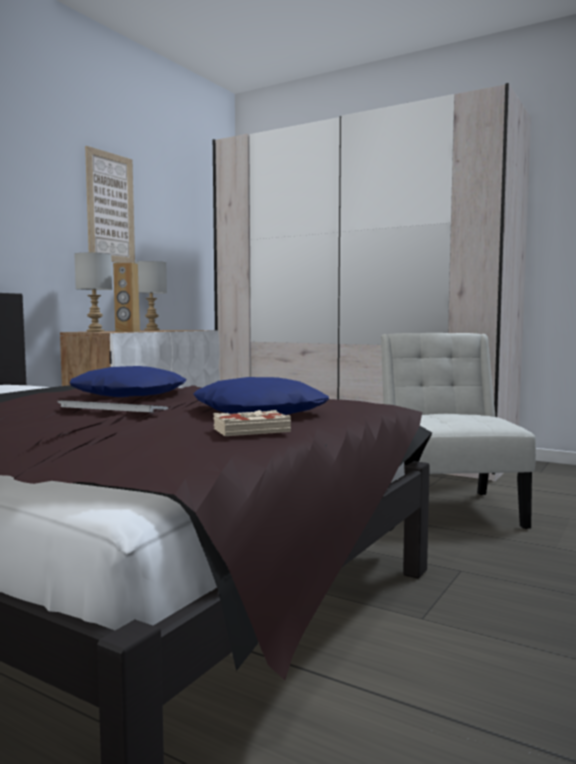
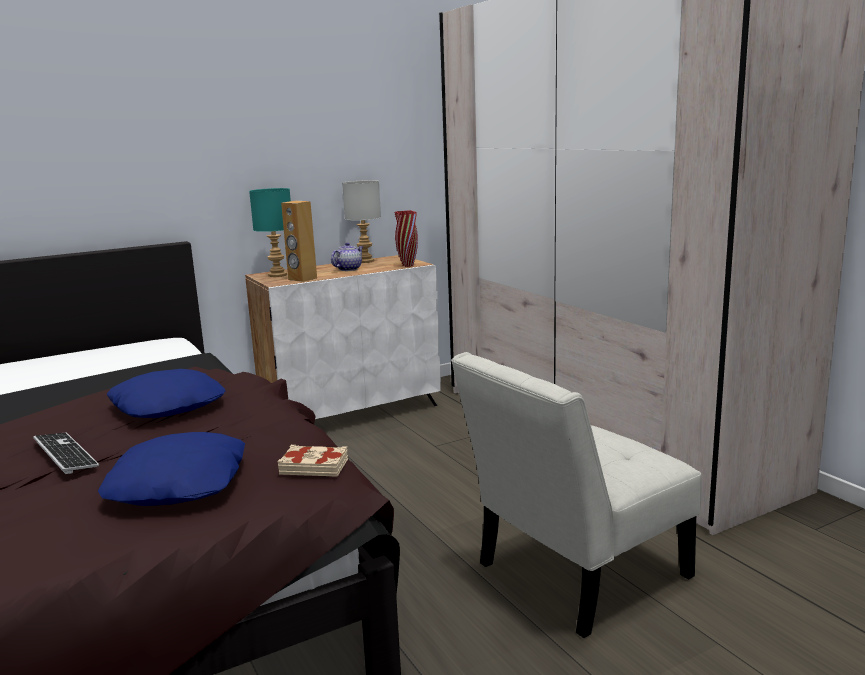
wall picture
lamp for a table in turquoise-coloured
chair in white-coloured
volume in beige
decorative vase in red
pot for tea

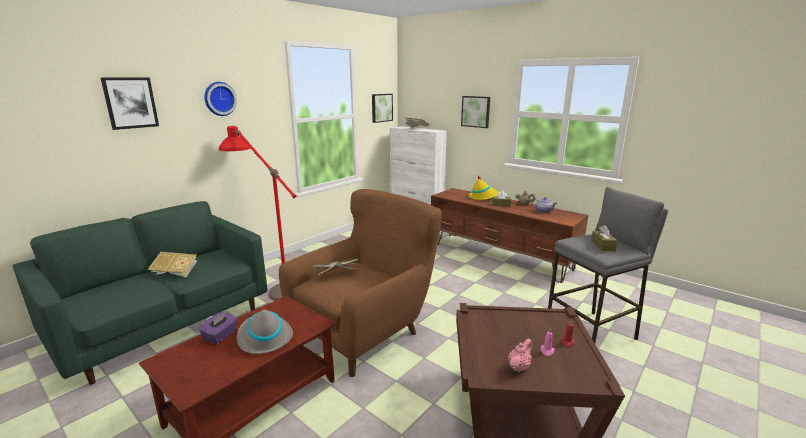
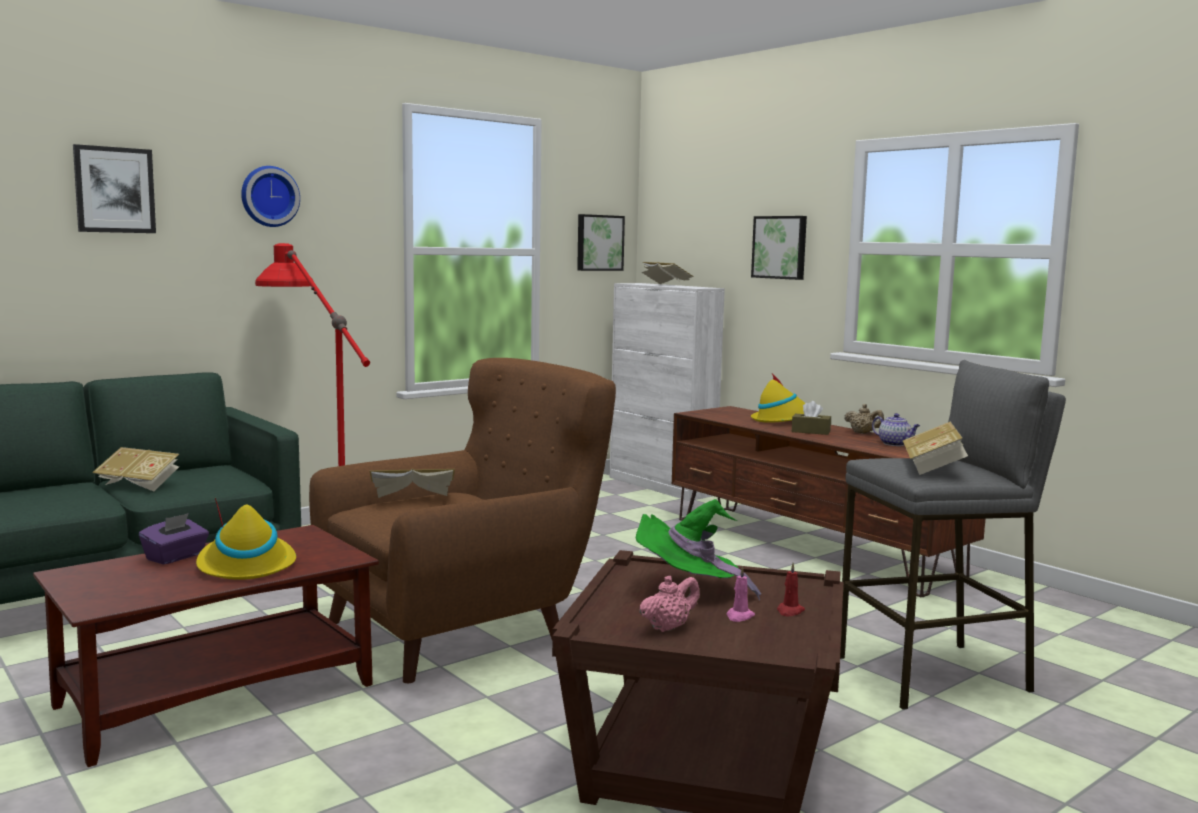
volume (no. 4 from left)
hat in yellow (no. 1 from left)
hat in greenish

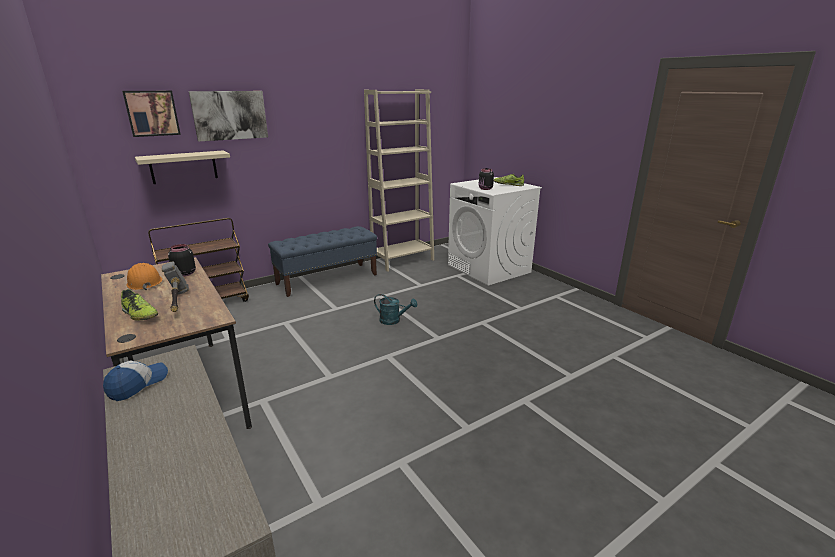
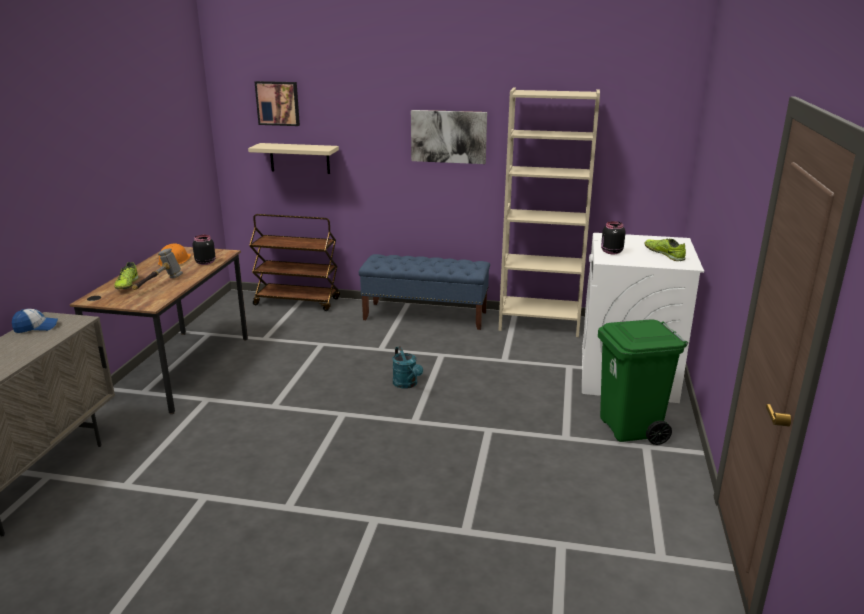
wall picture (no. 2 from left)
waste bin in greenish

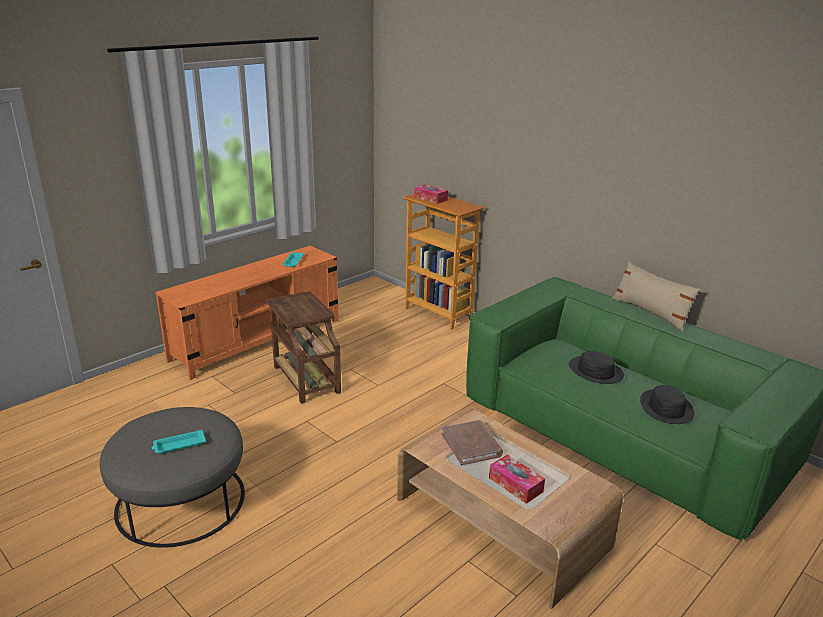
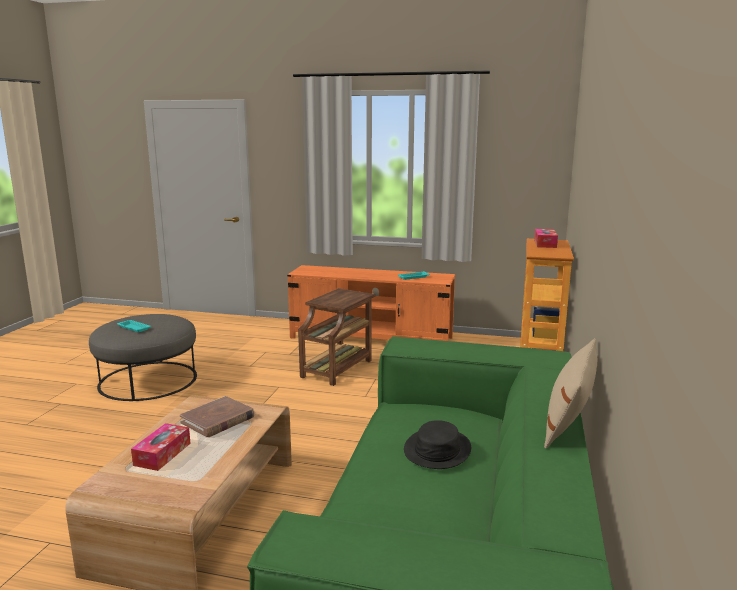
hat in black (no. 2 from left in the first image)

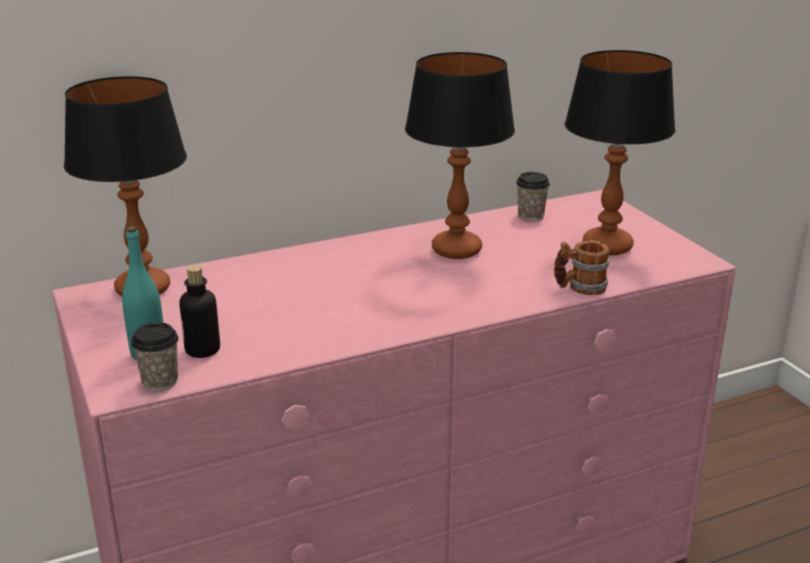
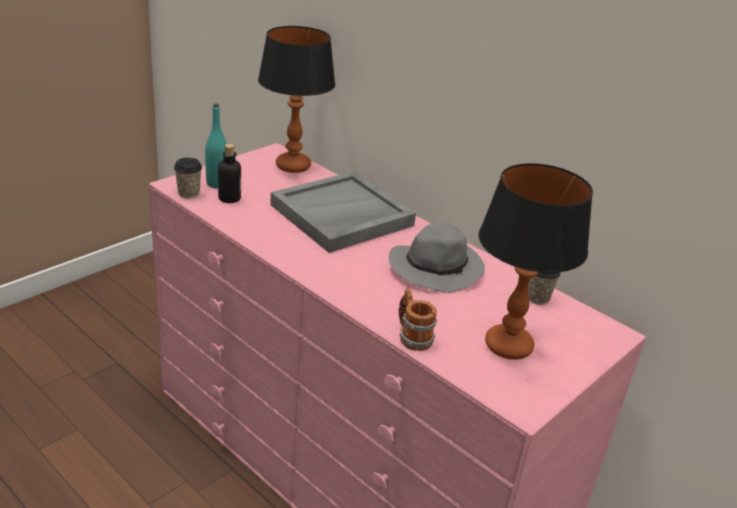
hat in gray
serving tray in gray

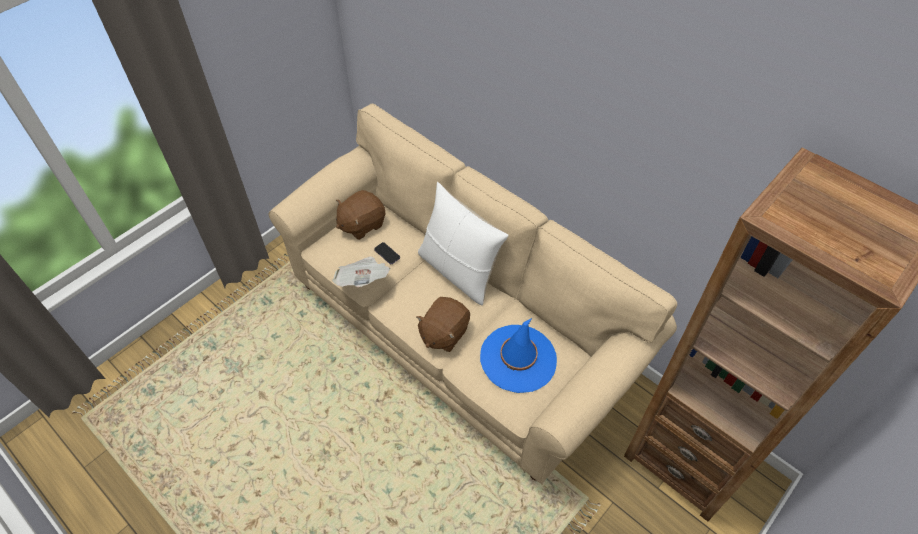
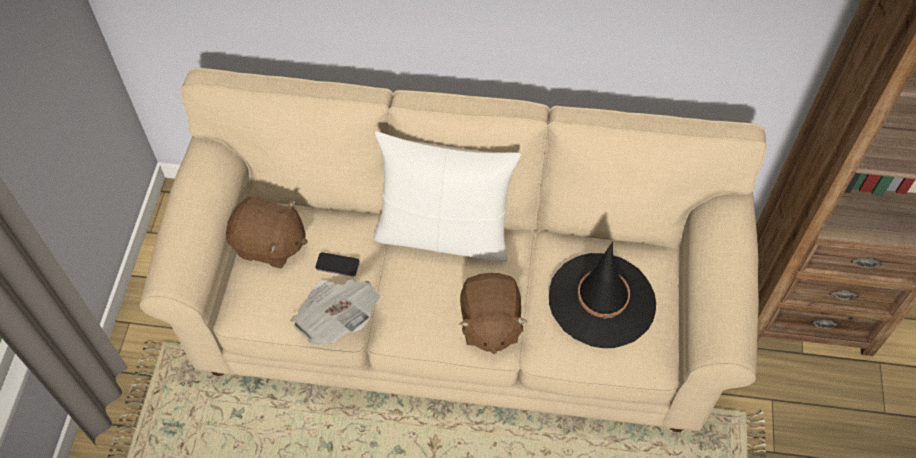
plush toy in brownish (no. 1 from left)
hat in black

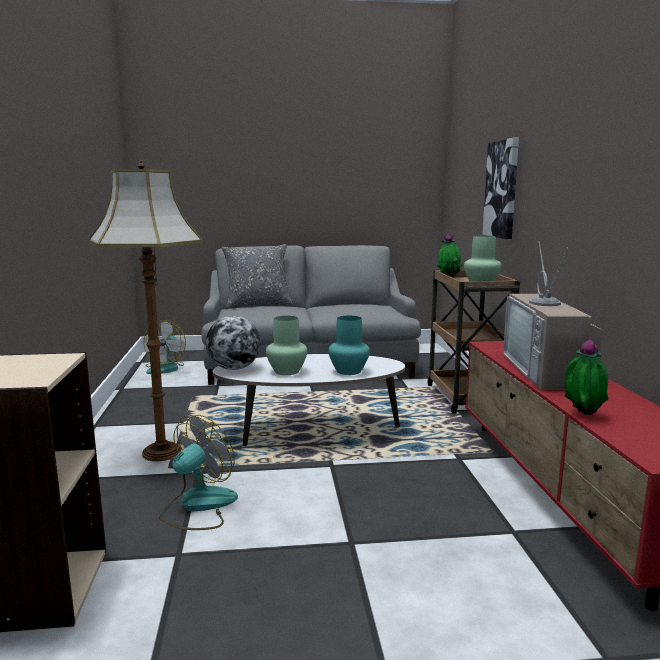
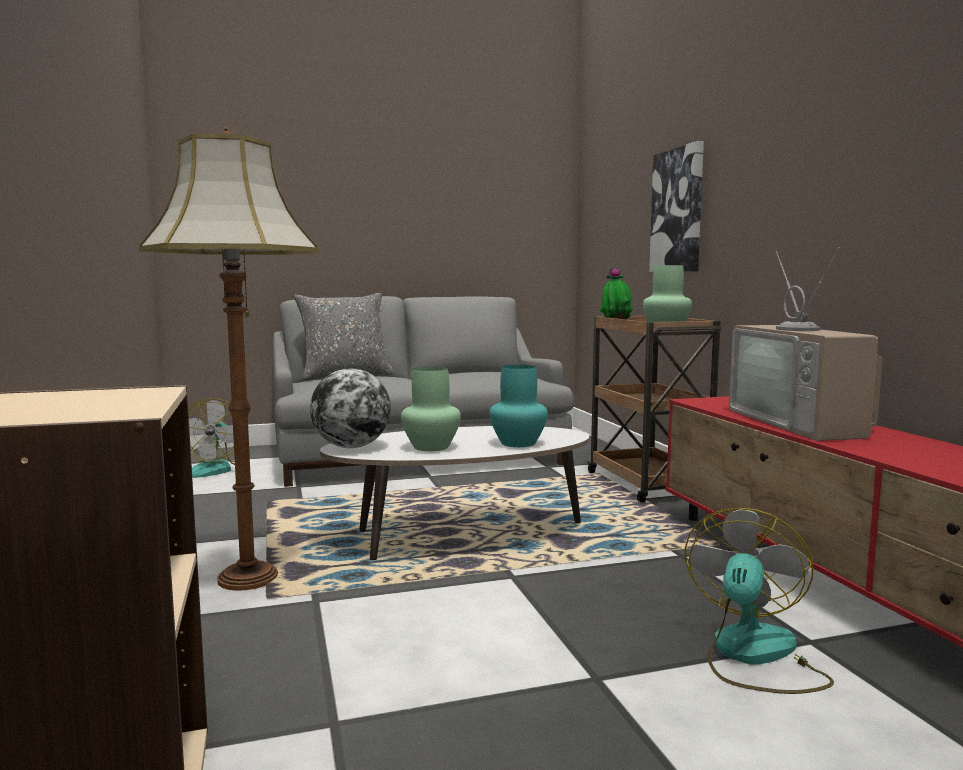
potted plant (no. 2 from left in the first image)
cooling fan (no. 2 from left)

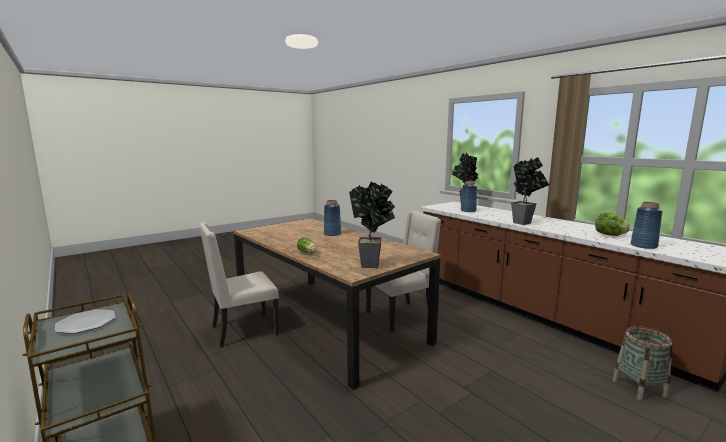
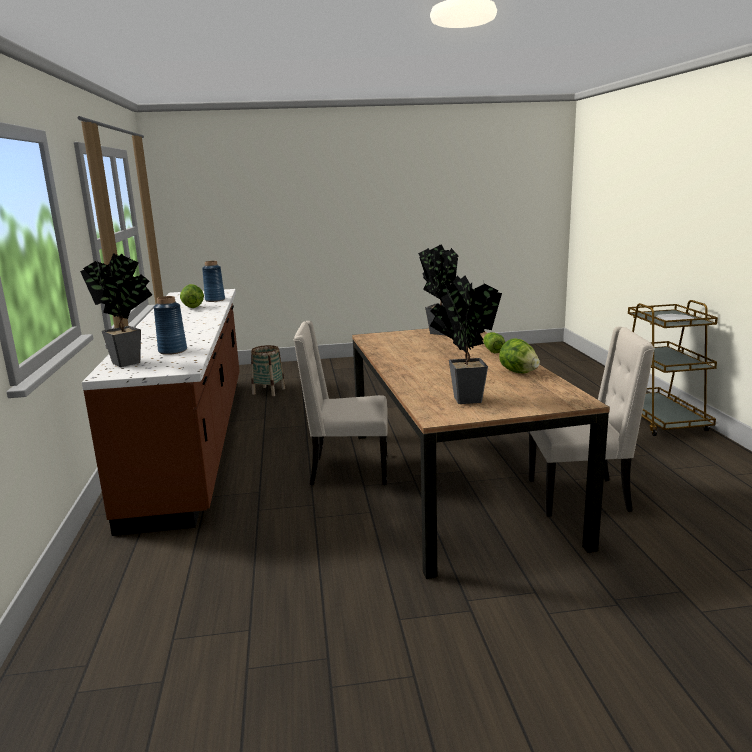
potted plant (no. 3 from left)
decorative vase in bluish (no. 1 from left in the first image)
head of lettuce (no. 3 from left)

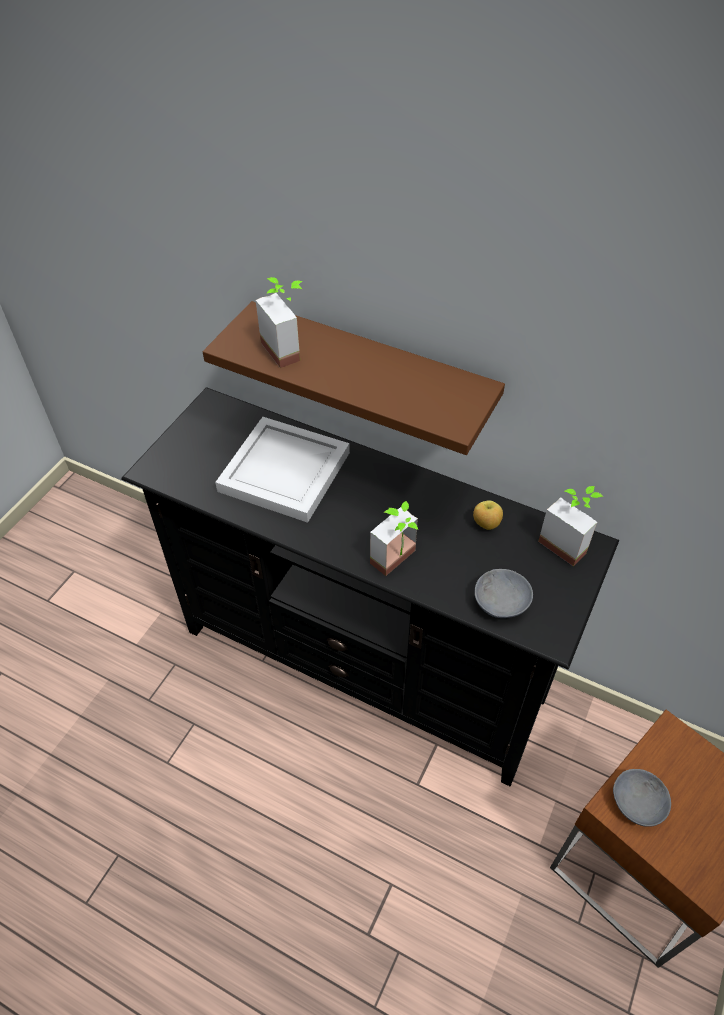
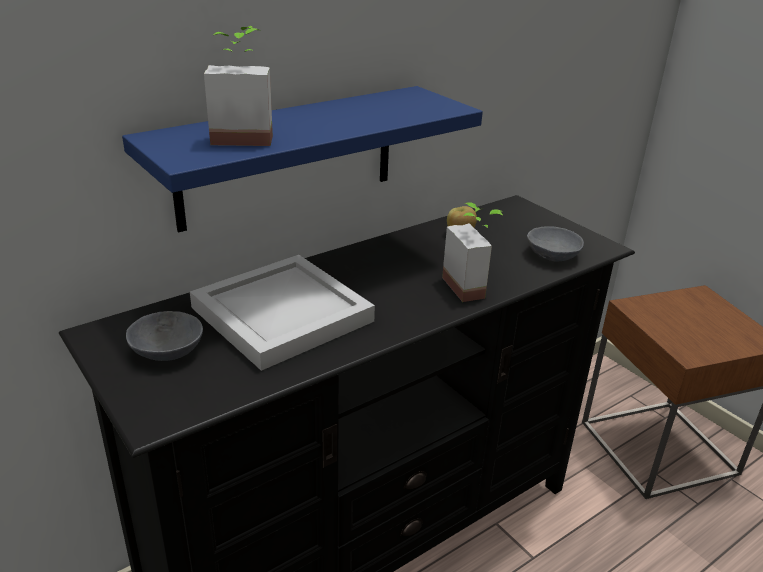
shelf in bluish
potted plant (no. 3 from left in the first image)
deep dish in gray (no. 1 from left)

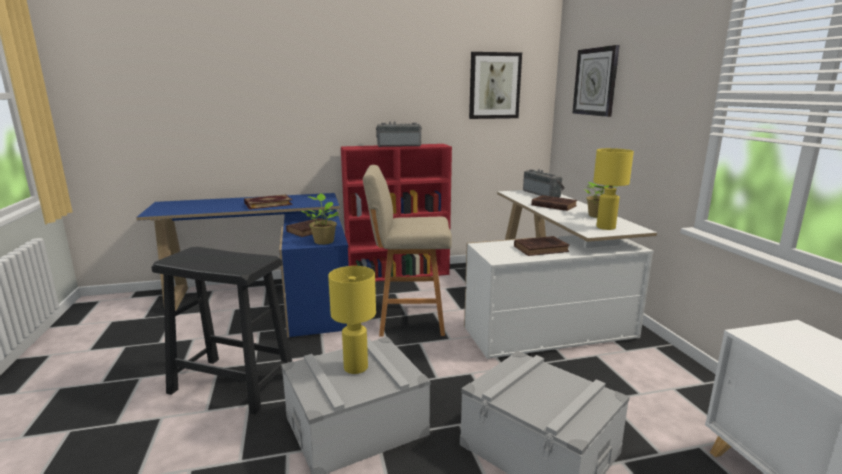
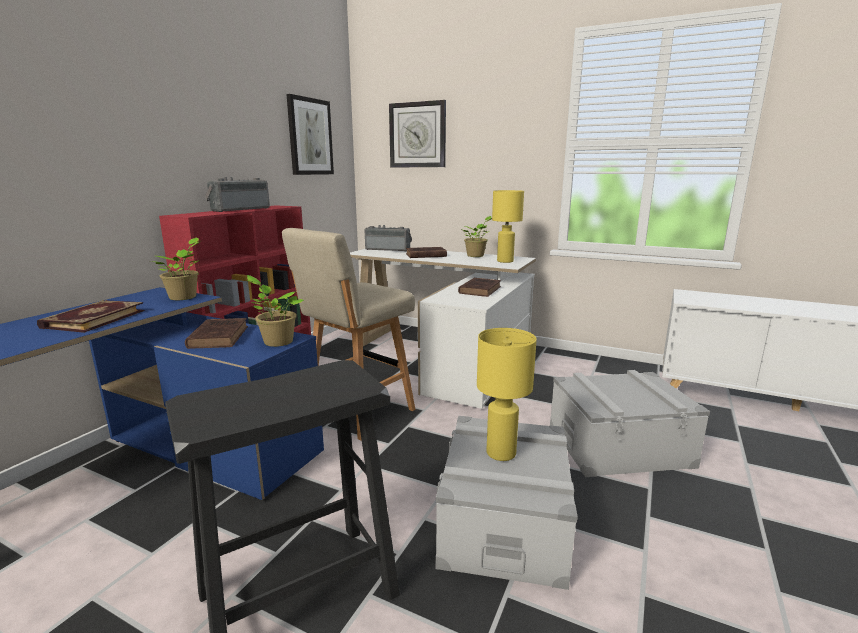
potted plant (no. 1 from left)

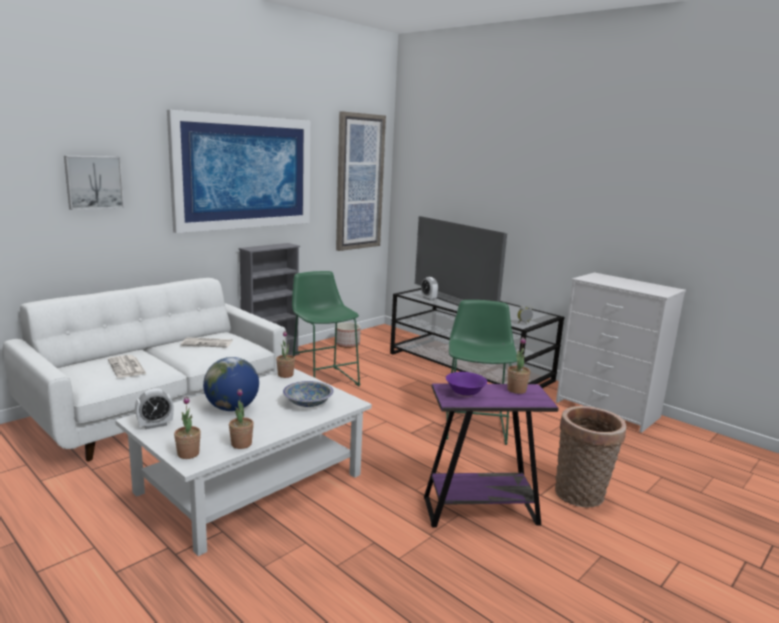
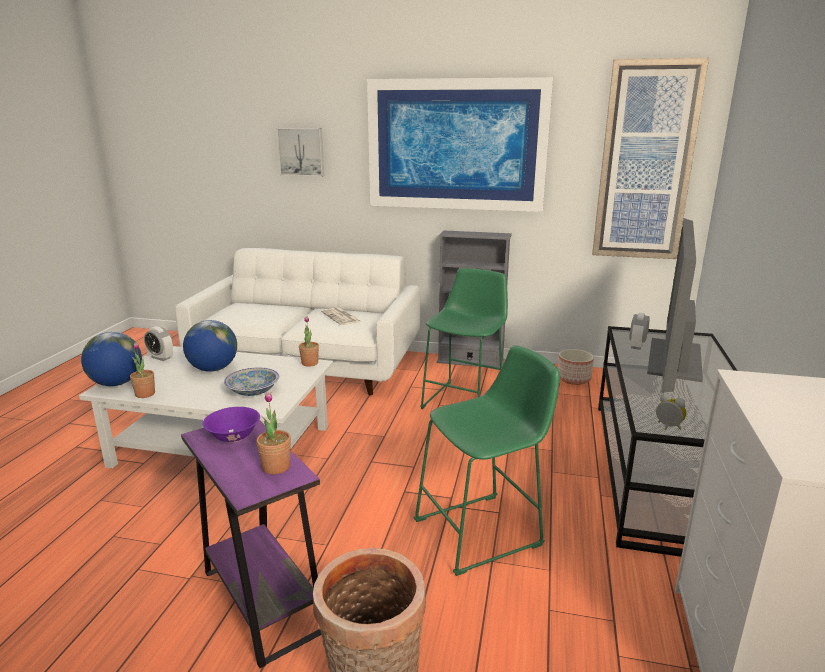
daily paper (no. 1 from left in the first image)
desk globe (no. 1 from left)

